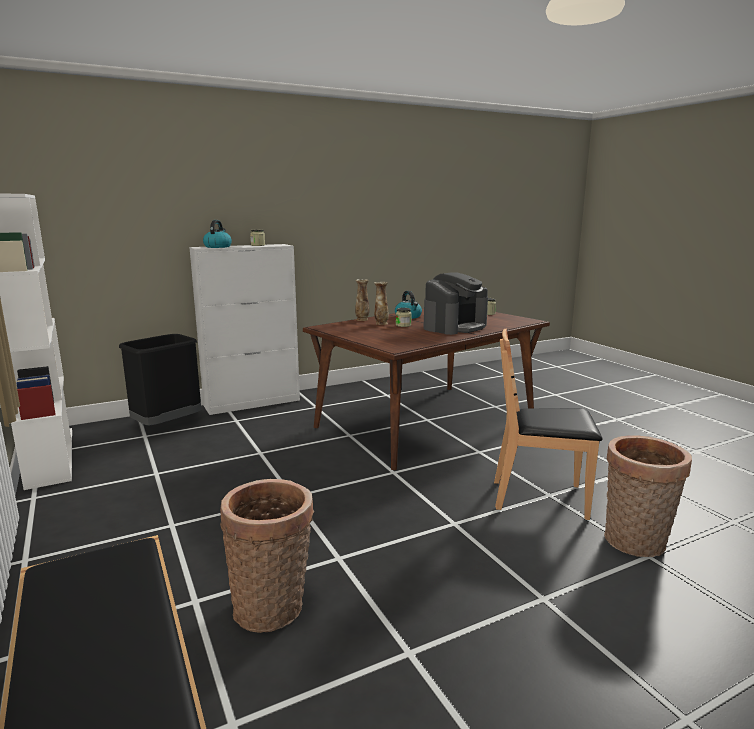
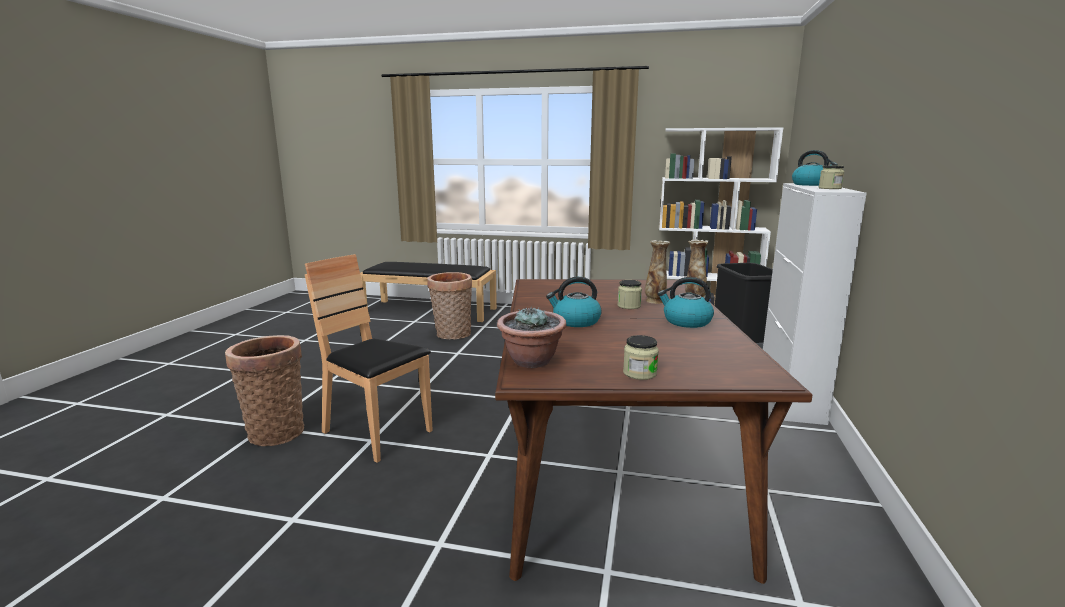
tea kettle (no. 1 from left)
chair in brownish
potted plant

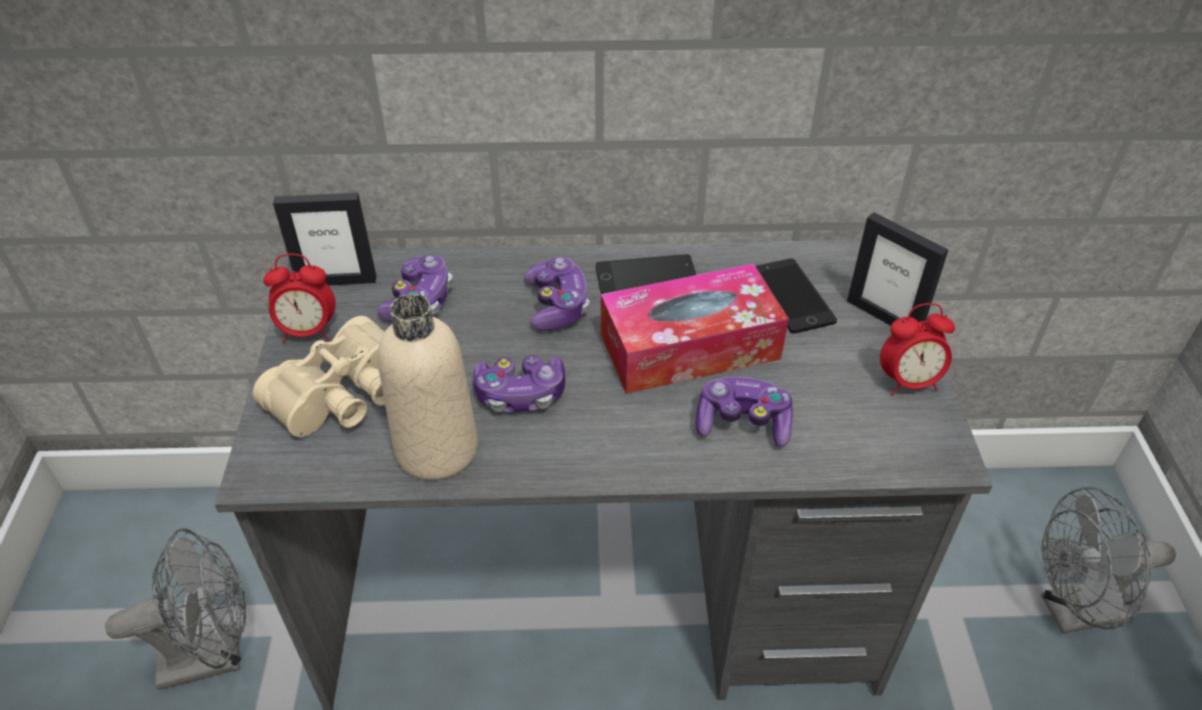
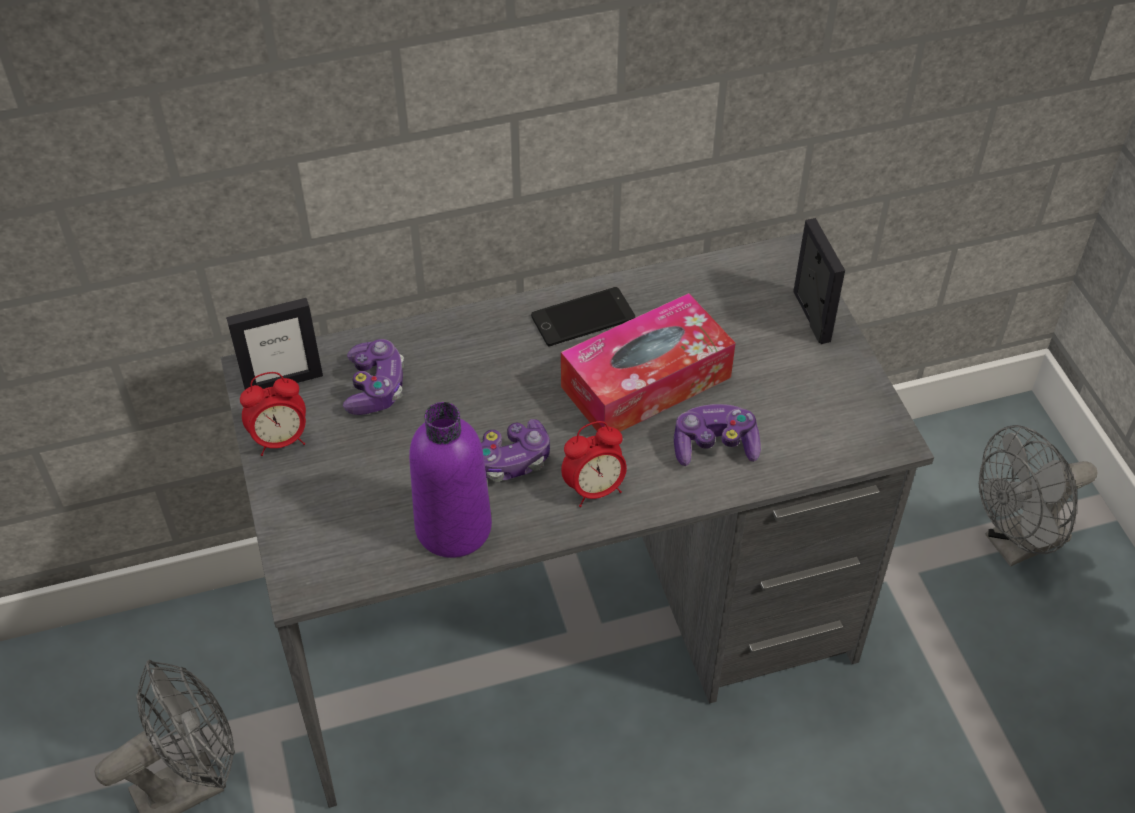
picture frame (no. 2 from left)
joypad (no. 3 from left in the first image)
phone (no. 2 from left in the first image)
drink bottle in purple-coloured
table clock (no. 2 from left)
pair of binoculars in beige

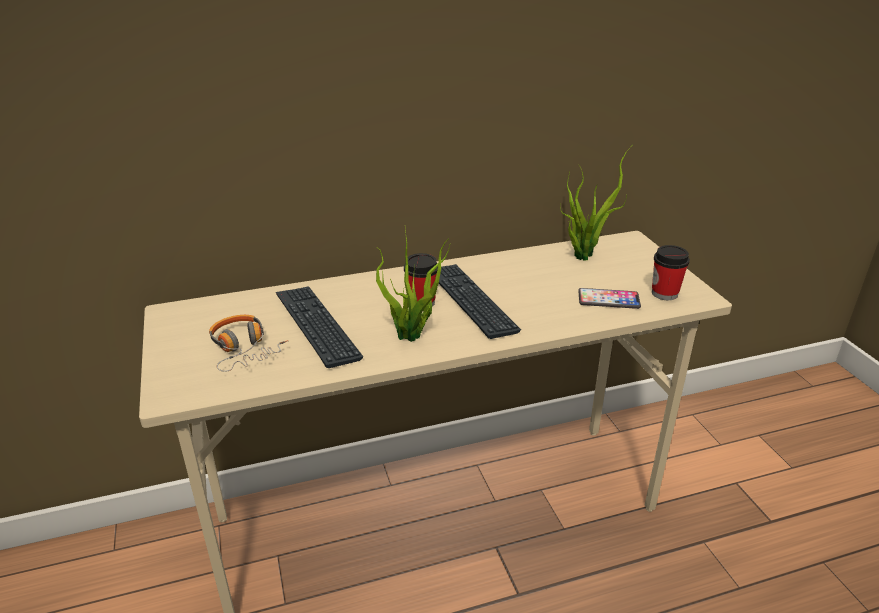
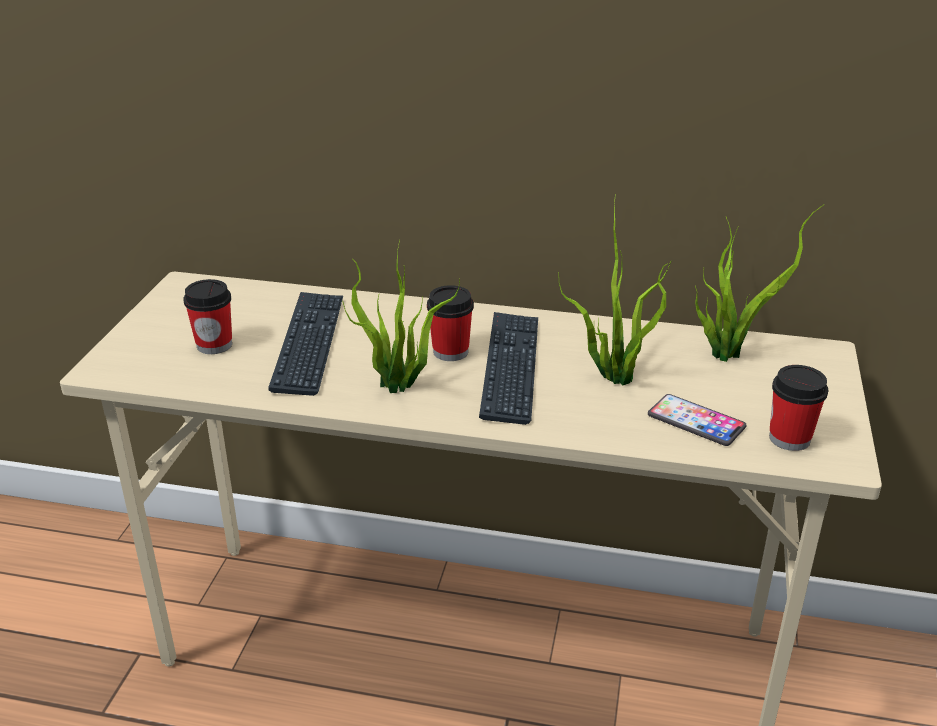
small cup (no. 1 from left)
potted plant (no. 2 from left)

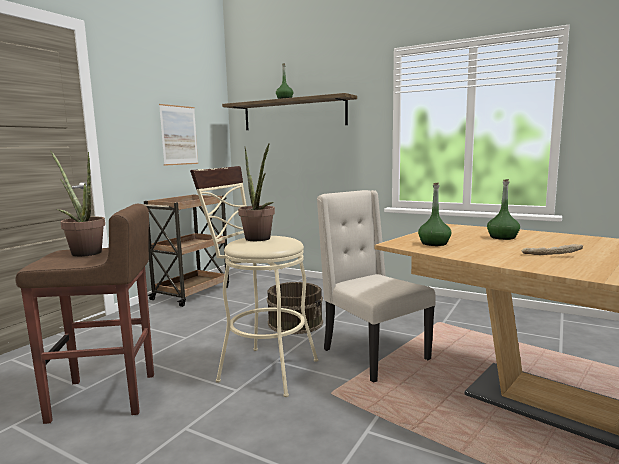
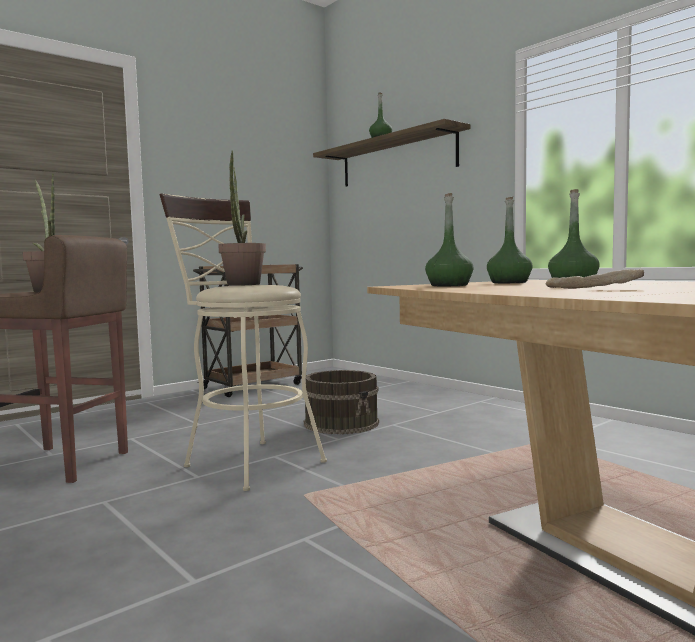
wall picture
chair in beige
drink bottle in greenish (no. 3 from left)

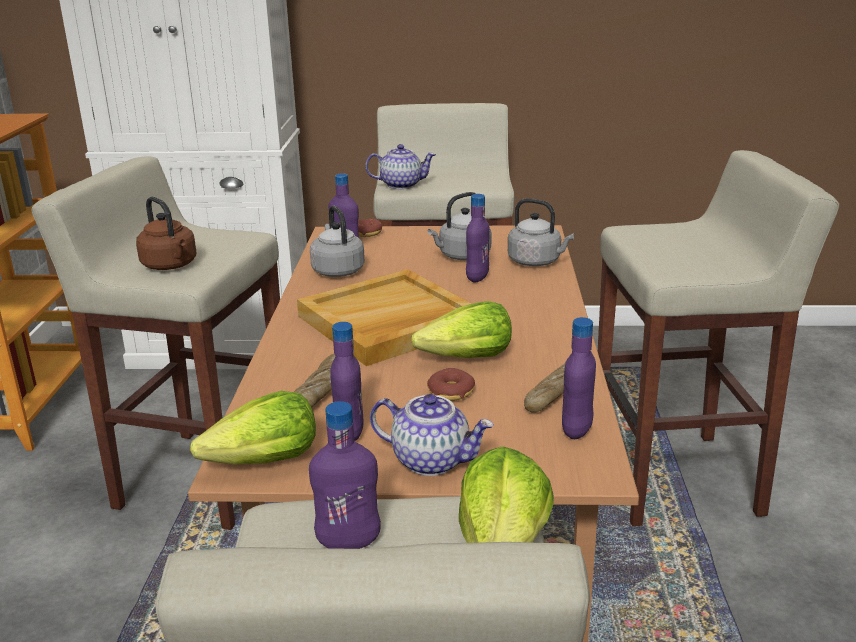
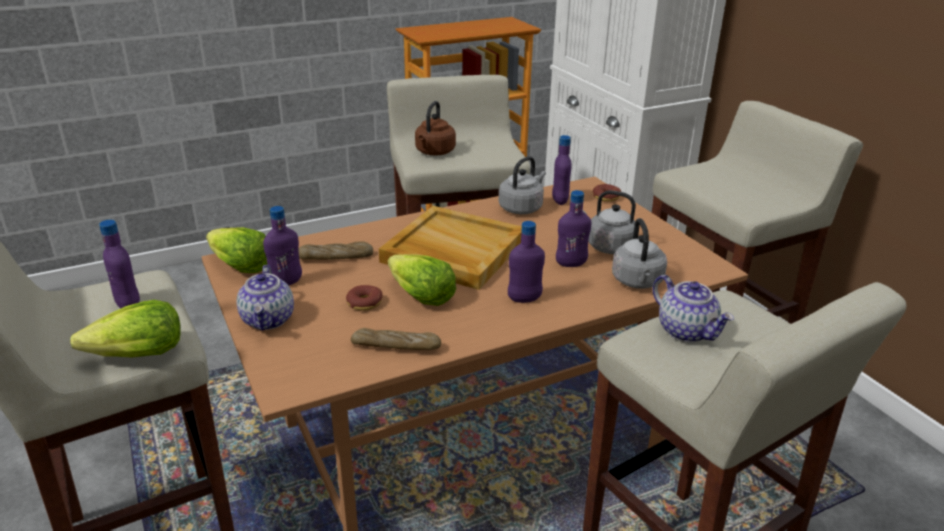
pot for tea (no. 2 from left)
drink bottle in purple-coloured (no. 3 from left)

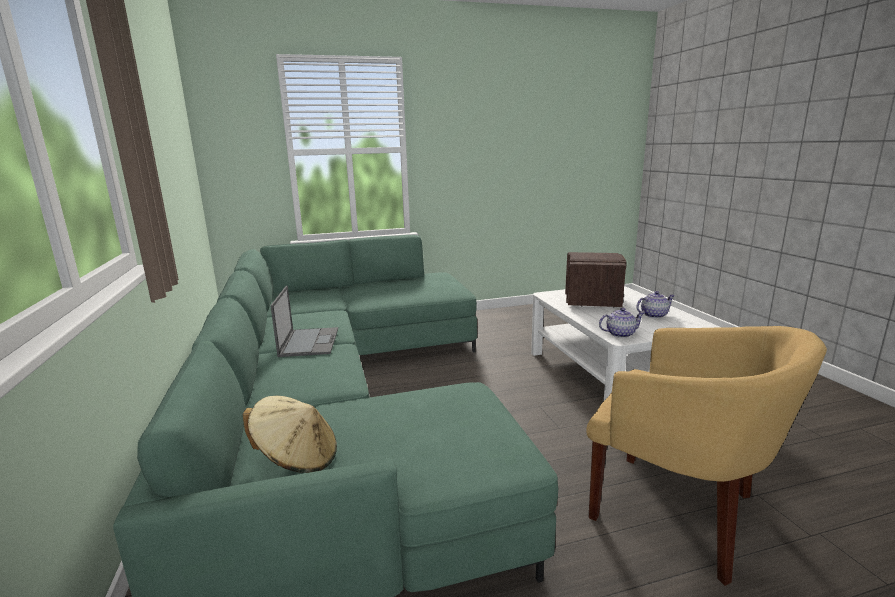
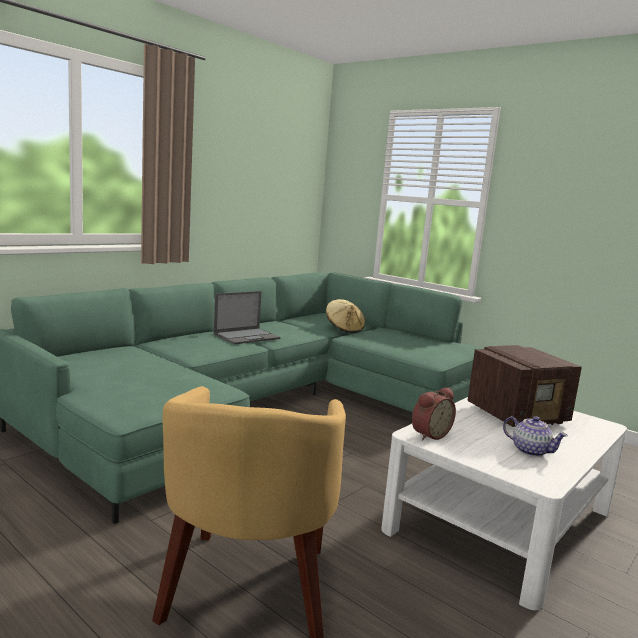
table clock
hat in beige

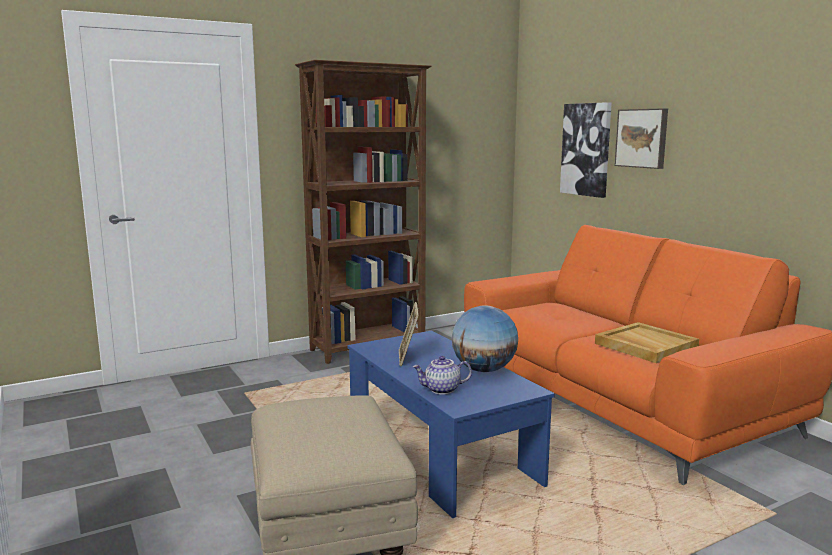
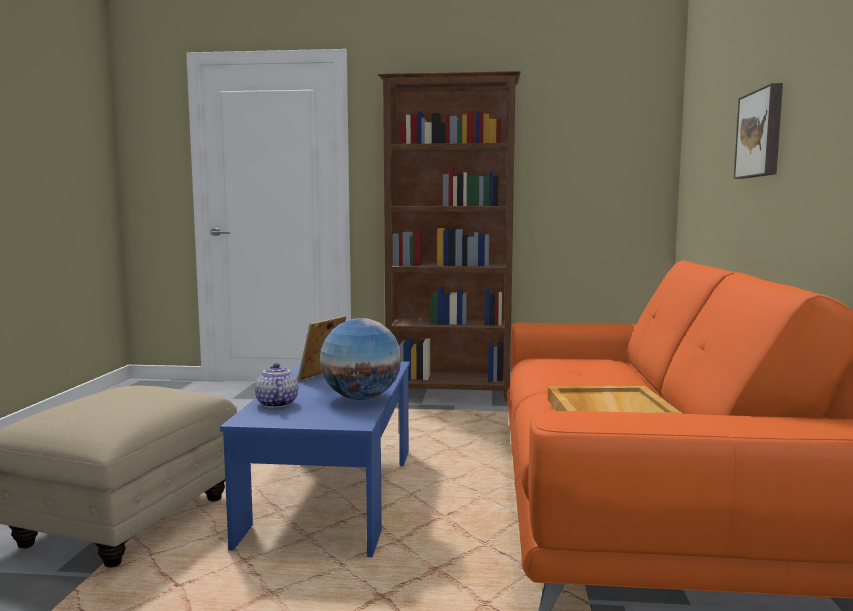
wall picture (no. 1 from left in the first image)
pot for tea

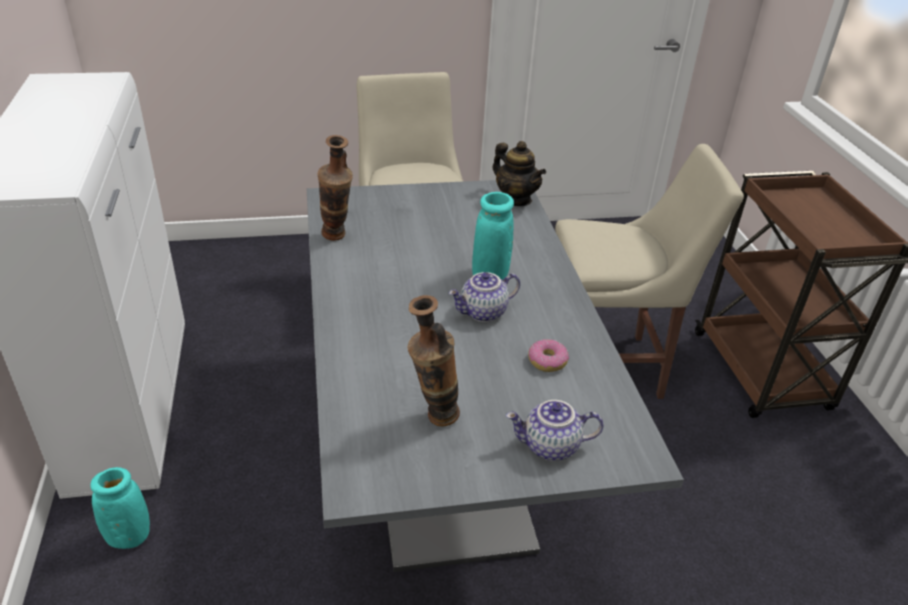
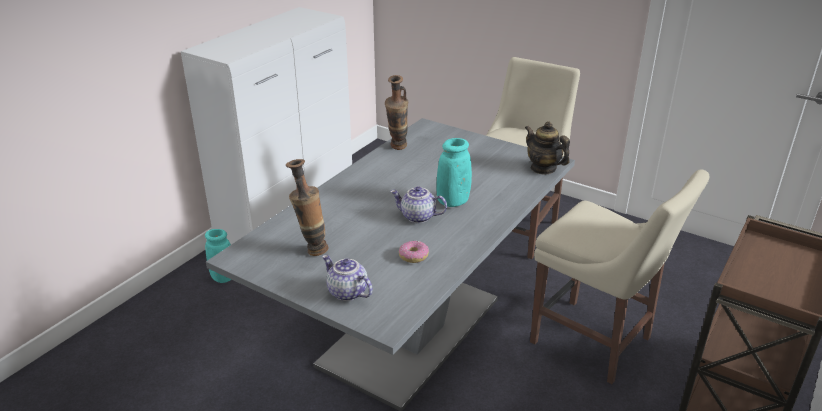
pot for tea (no. 3 from left)

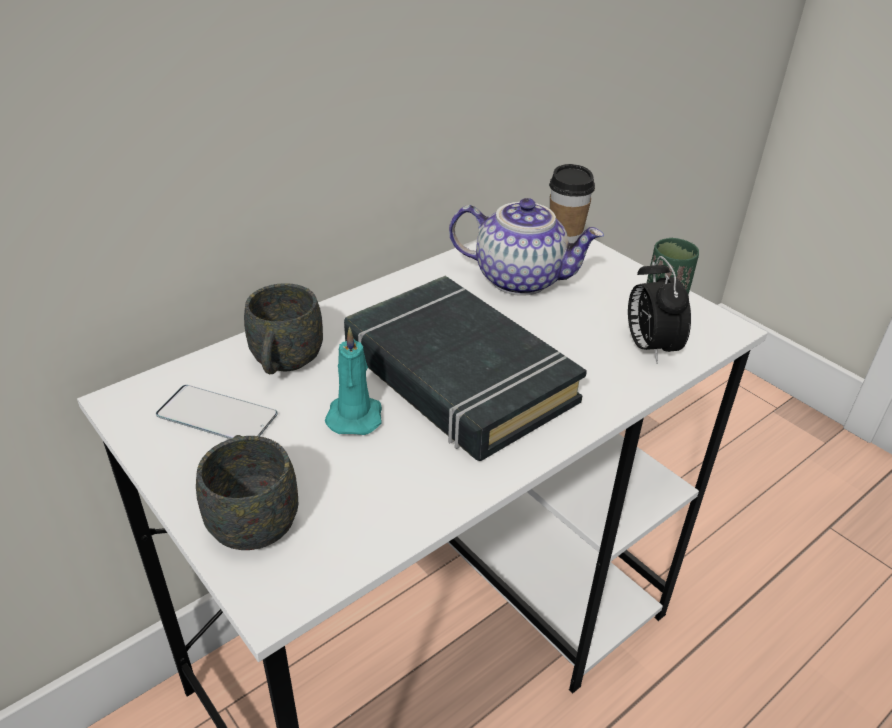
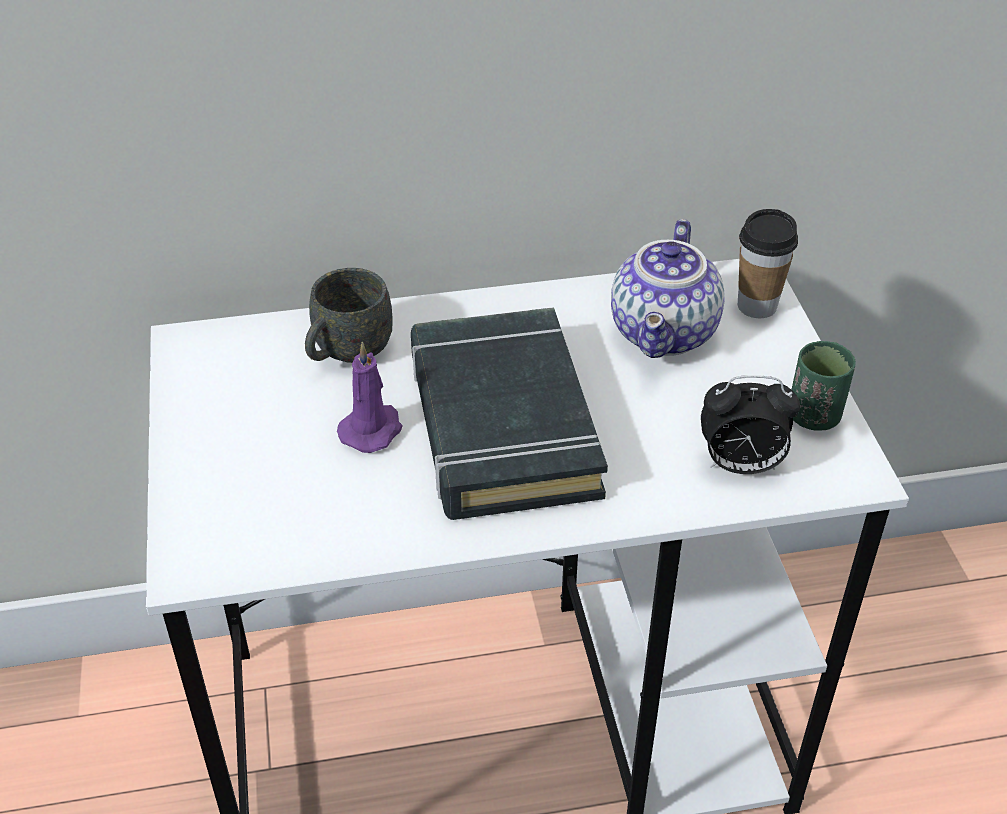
pot for tea
table clock
wax candle in purple-coloured
phone
coffee mug in gray (no. 1 from left in the first image)

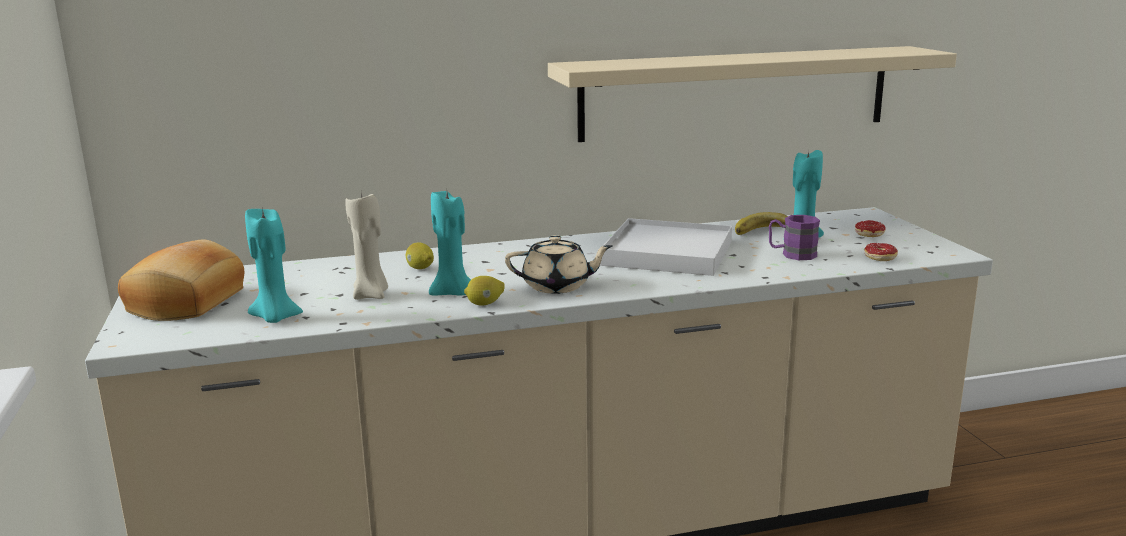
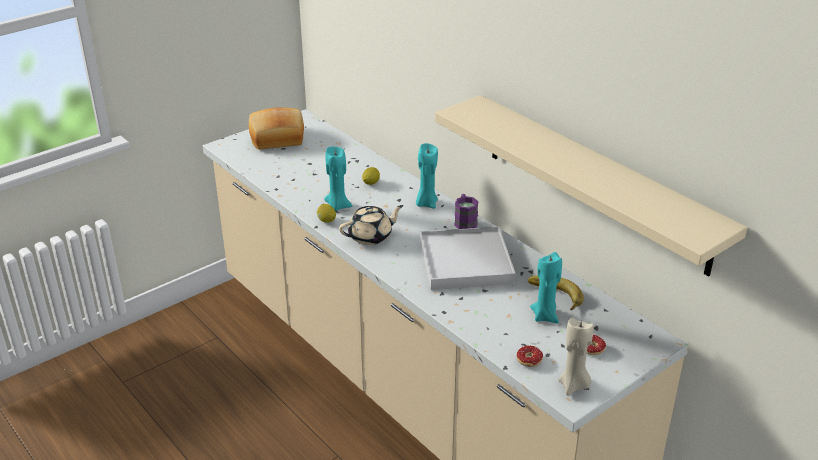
wax candle in beige
wax candle in turquoise-coloured (no. 2 from left)
coffee mug in purple-coloured
pot for tea in beige

